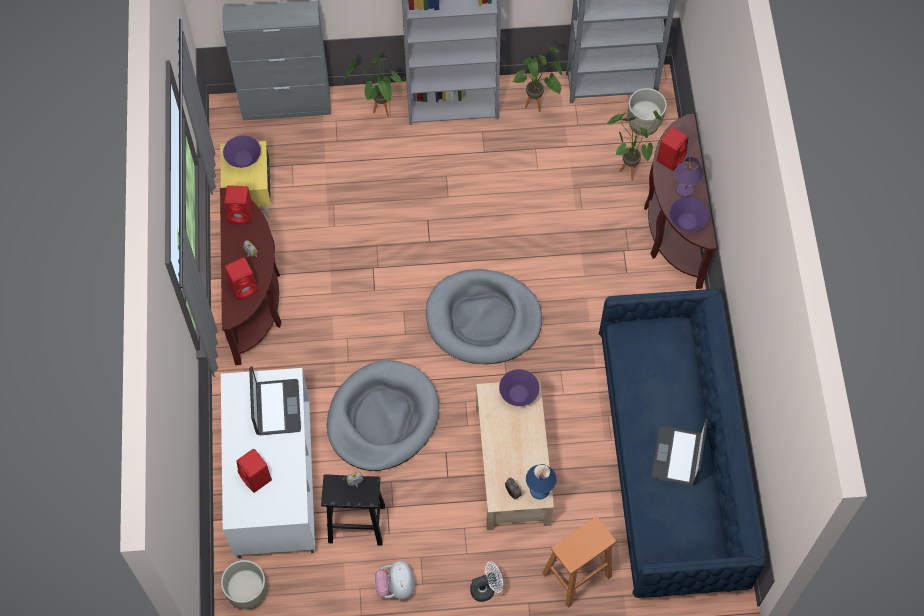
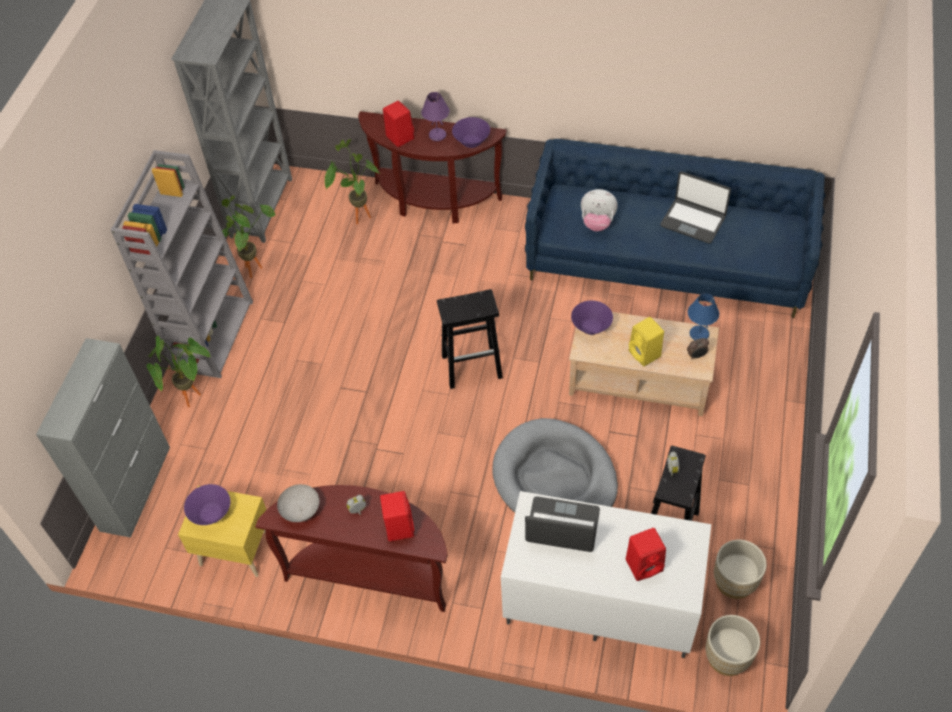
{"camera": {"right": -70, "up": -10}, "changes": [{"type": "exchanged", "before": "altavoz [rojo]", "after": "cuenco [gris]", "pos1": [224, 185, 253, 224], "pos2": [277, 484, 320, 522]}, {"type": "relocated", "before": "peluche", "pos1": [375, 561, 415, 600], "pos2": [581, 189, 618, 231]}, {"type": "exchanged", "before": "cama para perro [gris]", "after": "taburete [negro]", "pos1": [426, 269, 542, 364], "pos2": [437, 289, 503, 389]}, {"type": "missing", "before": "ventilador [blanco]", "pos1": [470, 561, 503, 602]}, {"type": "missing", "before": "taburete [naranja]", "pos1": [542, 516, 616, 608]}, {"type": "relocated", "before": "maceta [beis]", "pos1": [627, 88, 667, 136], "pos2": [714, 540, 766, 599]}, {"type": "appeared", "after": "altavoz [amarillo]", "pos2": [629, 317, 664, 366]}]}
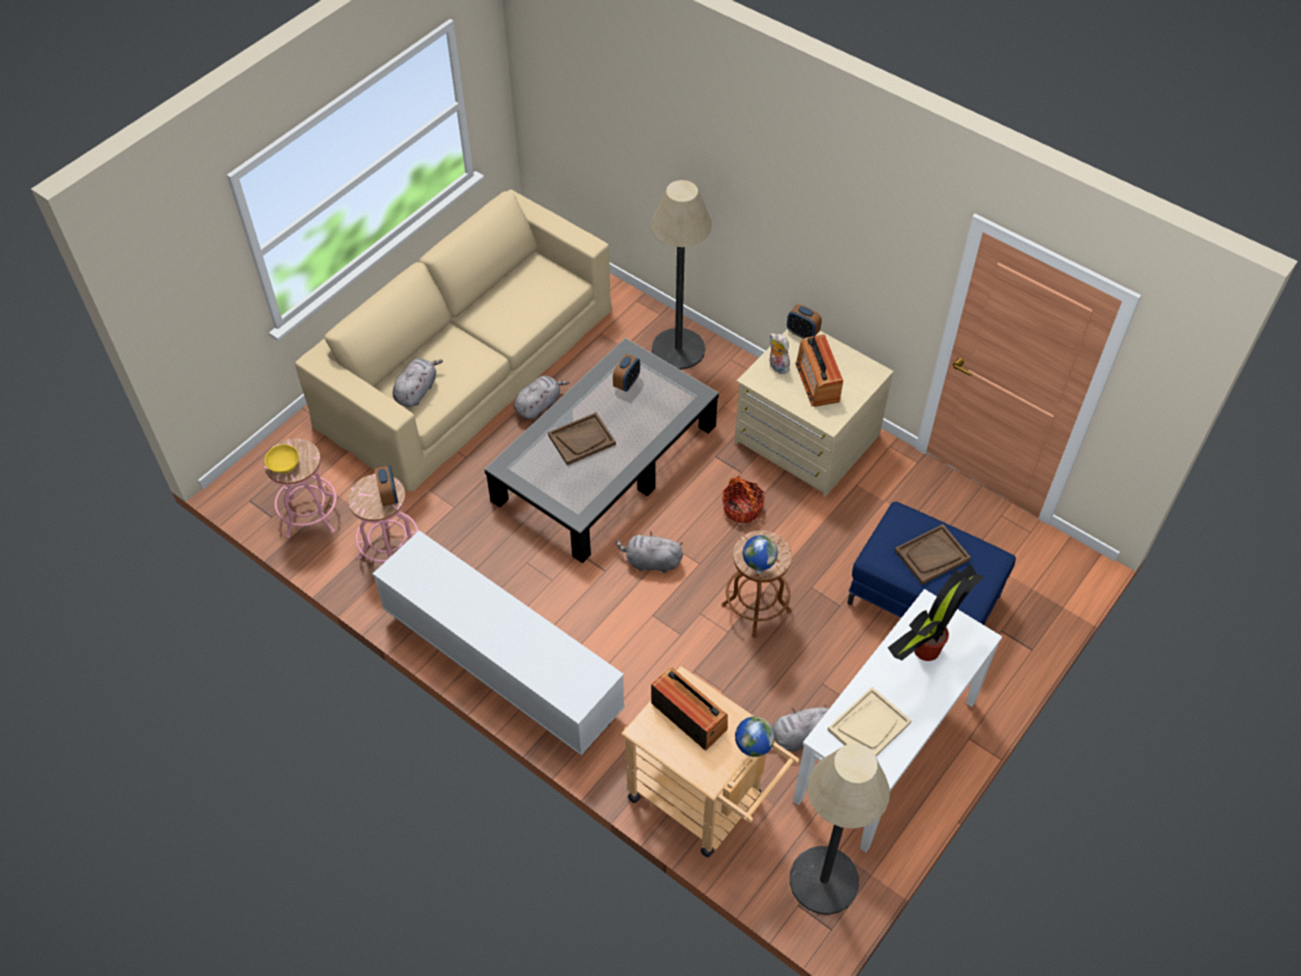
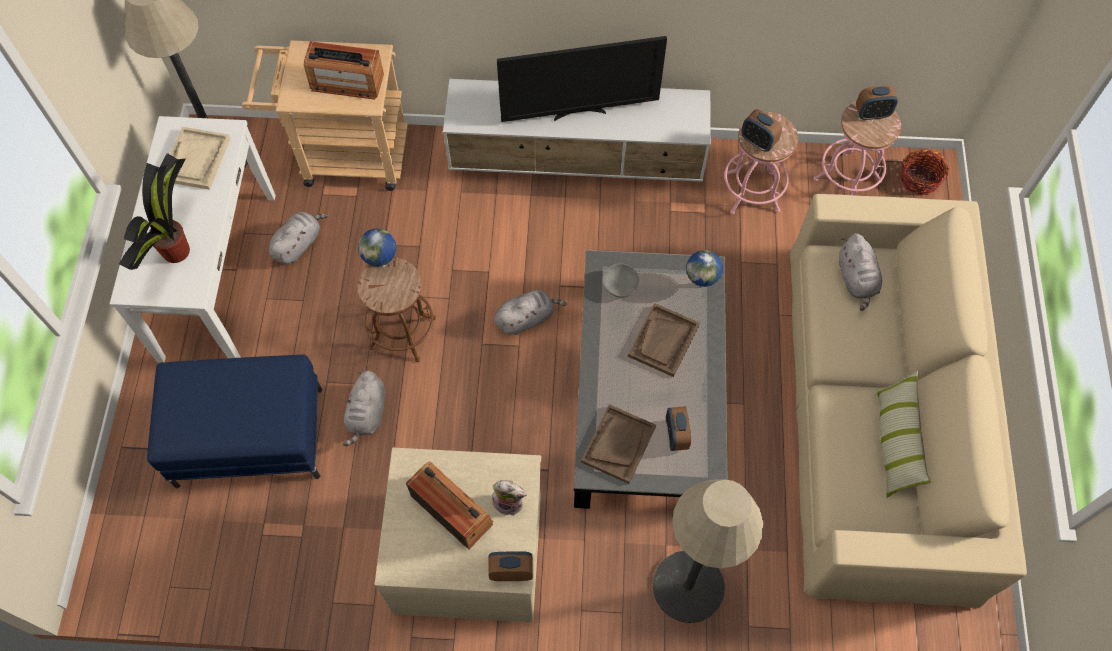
{"camera": {"right": 145, "up": 10}, "changes": [{"type": "exchanged", "before": "cuenco [amarillo]", "after": "despertador", "pos1": [264, 444, 299, 473], "pos2": [856, 86, 898, 120]}, {"type": "relocated", "before": "peluche [gris]", "pos1": [514, 375, 569, 419], "pos2": [343, 371, 385, 446]}, {"type": "relocated", "before": "cesta", "pos1": [722, 476, 765, 523], "pos2": [900, 150, 949, 195]}, {"type": "relocated", "before": "globo terráqueo", "pos1": [735, 717, 775, 757], "pos2": [686, 250, 723, 288]}, {"type": "relocated", "before": "bandeja [marrón]", "pos1": [895, 524, 971, 585], "pos2": [581, 404, 656, 484]}, {"type": "appeared", "after": "televisor", "pos2": [497, 36, 667, 122]}, {"type": "appeared", "after": "cuenco [gris]", "pos2": [602, 263, 639, 298]}, {"type": "appeared", "after": "cojín", "pos2": [876, 371, 931, 498]}]}
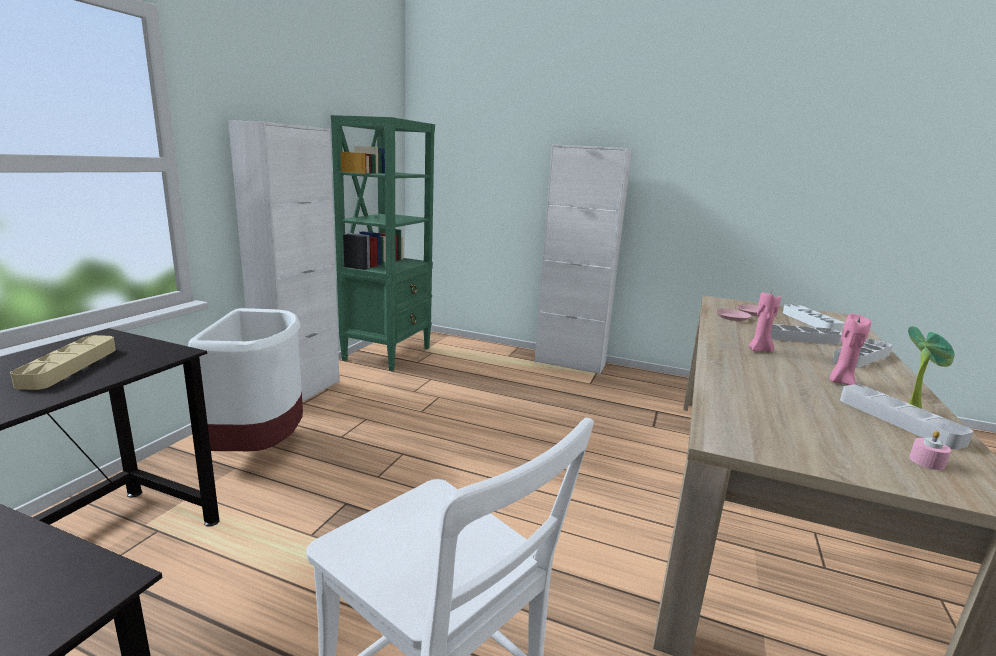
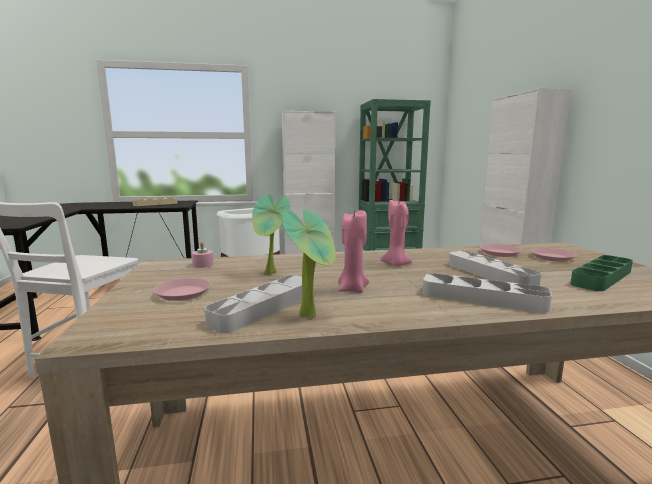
{"camera": {"right": 60, "up": -5}, "changes": [{"type": "colour", "before": "bandeja [blanco]", "after": "bandeja [verde]", "pos1": [783, 304, 844, 332], "pos2": [571, 255, 633, 291]}, {"type": "relocated", "before": "vela [rosa]", "pos1": [909, 431, 951, 470], "pos2": [192, 242, 214, 268]}, {"type": "appeared", "after": "plato [rosa]", "pos2": [153, 278, 211, 301]}, {"type": "appeared", "after": "planta en maceta", "pos2": [252, 195, 290, 275]}]}
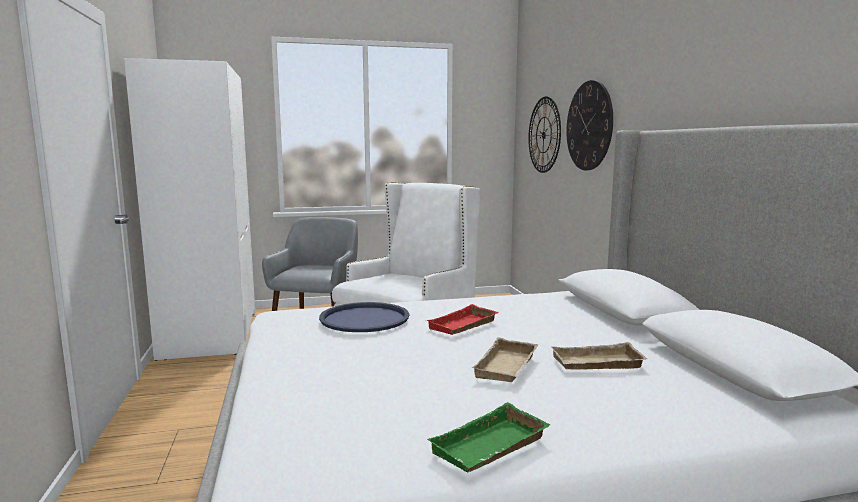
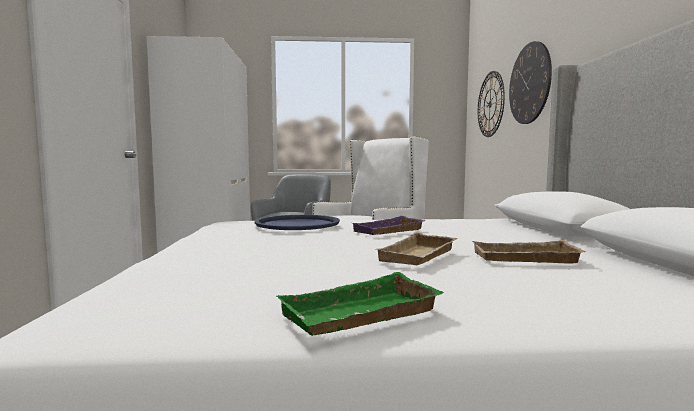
{"camera": {"right": 10, "up": -5}, "changes": [{"type": "colour", "before": "bandeja [rojo]", "after": "bandeja [morado]", "pos1": [426, 304, 499, 335], "pos2": [353, 216, 426, 235]}]}
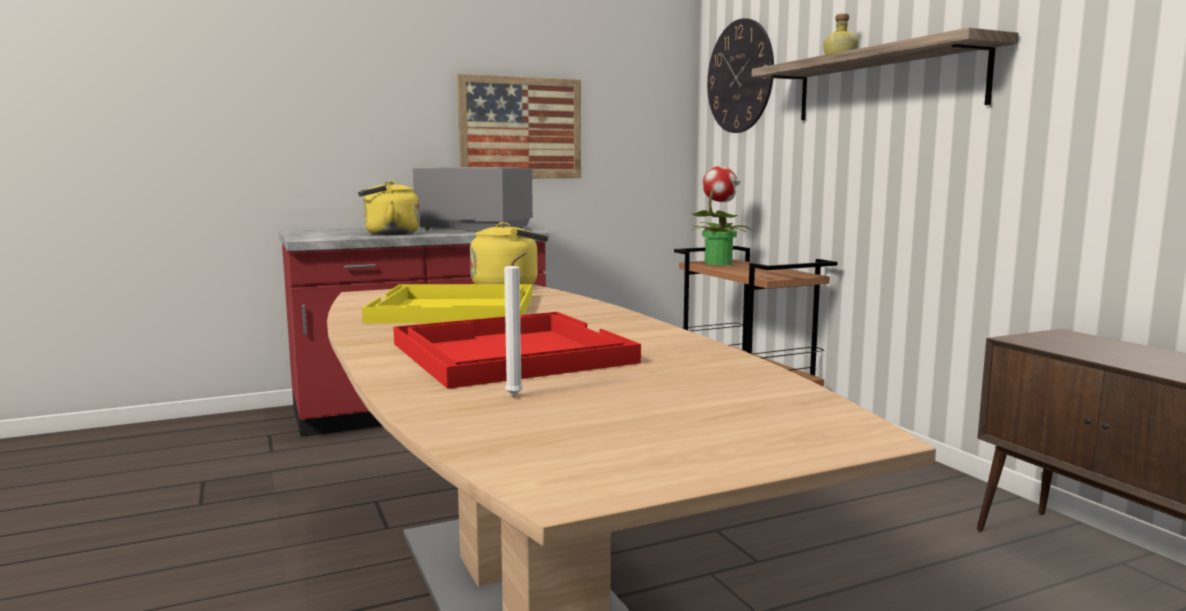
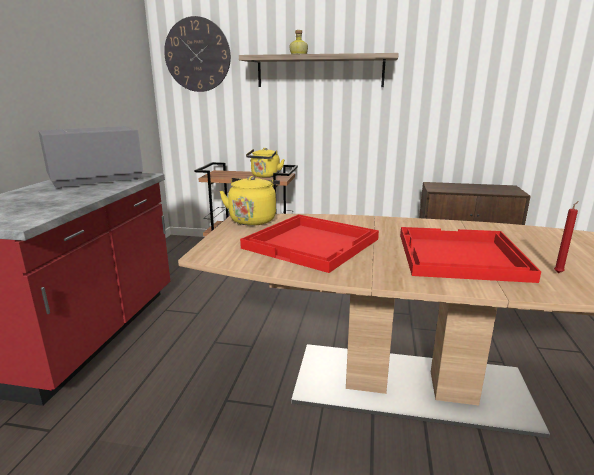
{"camera": {"right": -55, "up": 10}, "changes": [{"type": "relocated", "before": "hervidor [amarillo]", "pos1": [358, 180, 420, 235], "pos2": [246, 148, 285, 178]}, {"type": "colour", "before": "bandeja [amarillo]", "after": "bandeja [rojo]", "pos1": [362, 284, 532, 323], "pos2": [240, 214, 379, 273]}, {"type": "missing", "before": "cuadro", "pos1": [457, 74, 581, 178]}, {"type": "colour", "before": "vela [blanco]", "after": "vela [rojo]", "pos1": [504, 253, 526, 396], "pos2": [554, 201, 579, 273]}, {"type": "missing", "before": "planta en maceta", "pos1": [690, 166, 752, 265]}]}
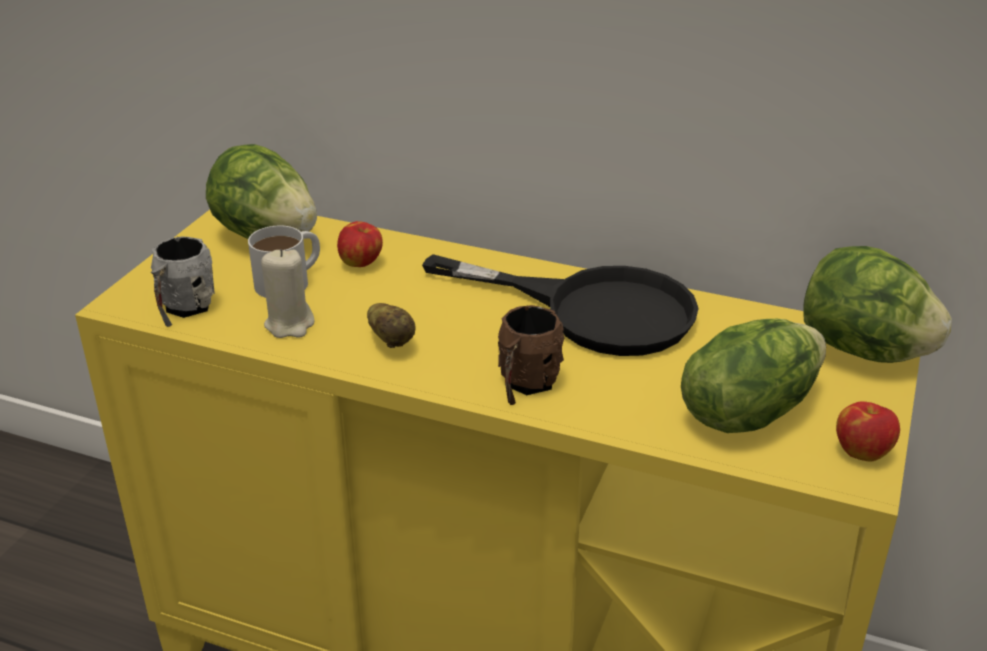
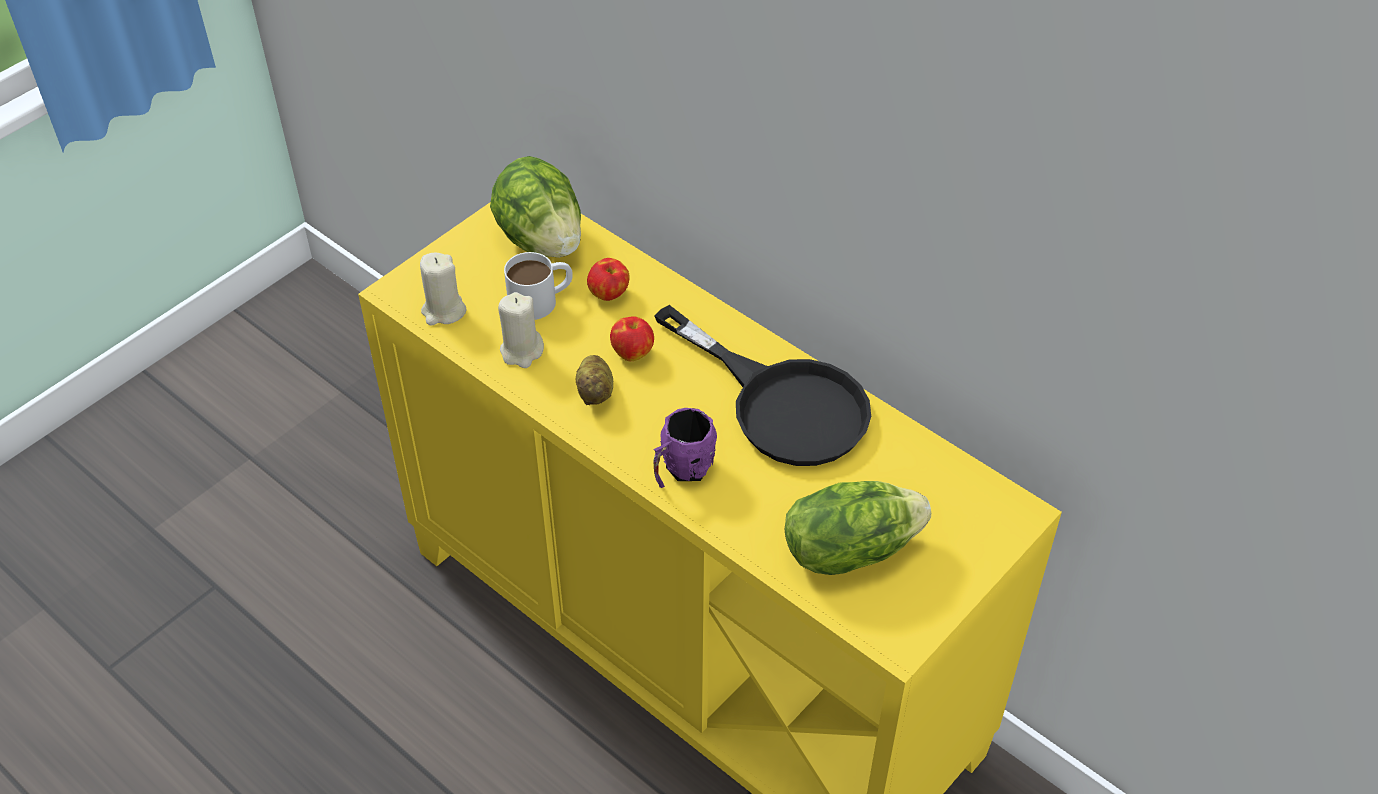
{"camera": {"right": 20, "up": 15}, "changes": [{"type": "exchanged", "before": "taza grande [gris]", "after": "vela [beis]", "pos1": [151, 236, 215, 327], "pos2": [420, 253, 466, 325]}, {"type": "colour", "before": "taza grande [marrón]", "after": "taza grande [morado]", "pos1": [498, 305, 564, 405], "pos2": [653, 408, 717, 488]}, {"type": "missing", "before": "lechuga", "pos1": [803, 246, 952, 363]}, {"type": "relocated", "before": "manzana", "pos1": [836, 401, 900, 462], "pos2": [610, 316, 654, 361]}]}
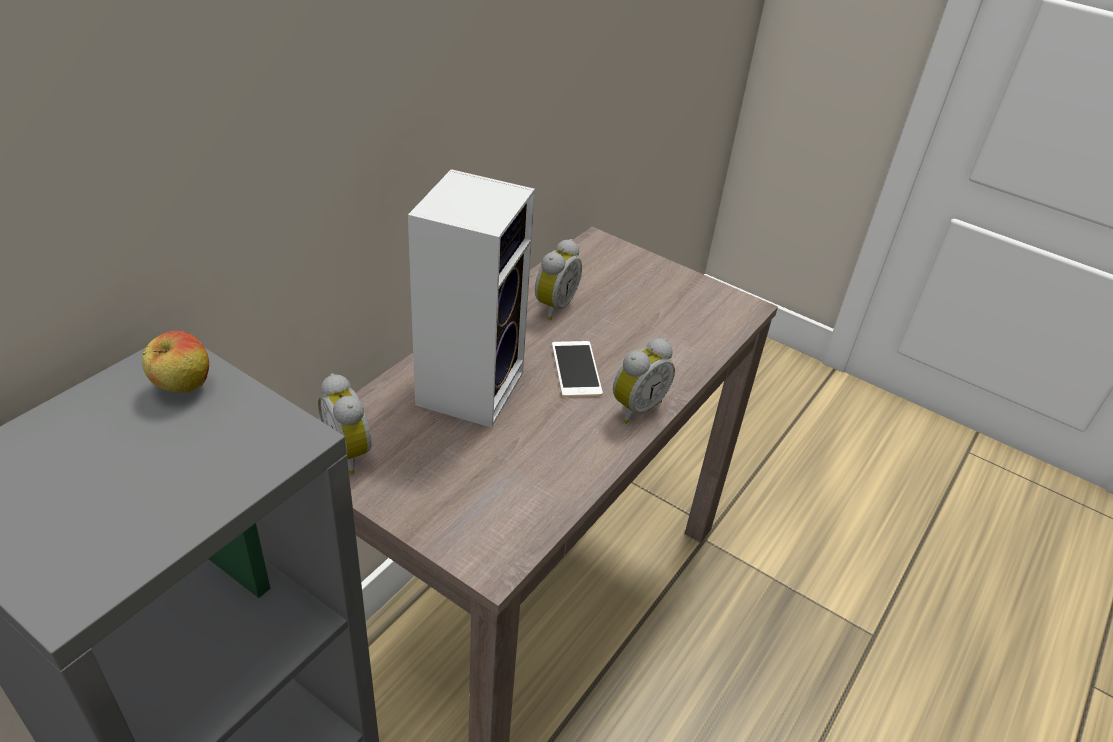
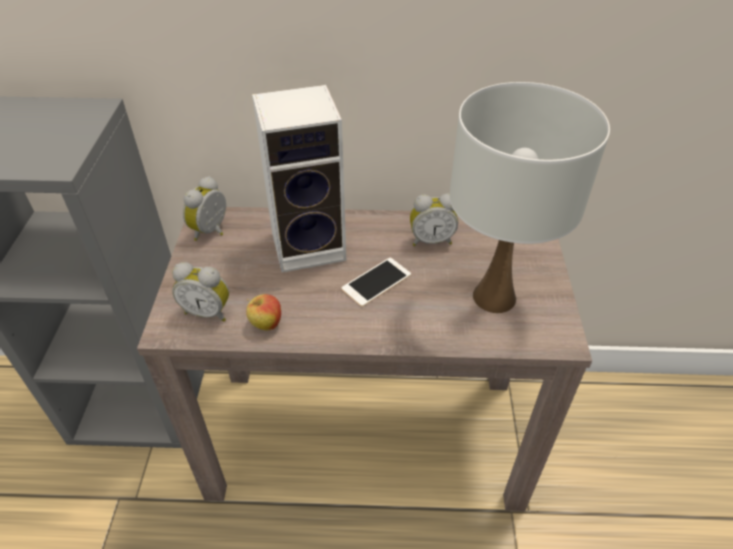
{"camera": {"right": 60, "up": 5}, "changes": [{"type": "relocated", "before": "manzana", "pos1": [142, 331, 209, 393], "pos2": [246, 294, 281, 331]}, {"type": "relocated", "before": "despertador", "pos1": [613, 338, 675, 424], "pos2": [172, 262, 229, 322]}, {"type": "appeared", "after": "lámpara de mesa [blanco]", "pos2": [449, 82, 610, 313]}]}
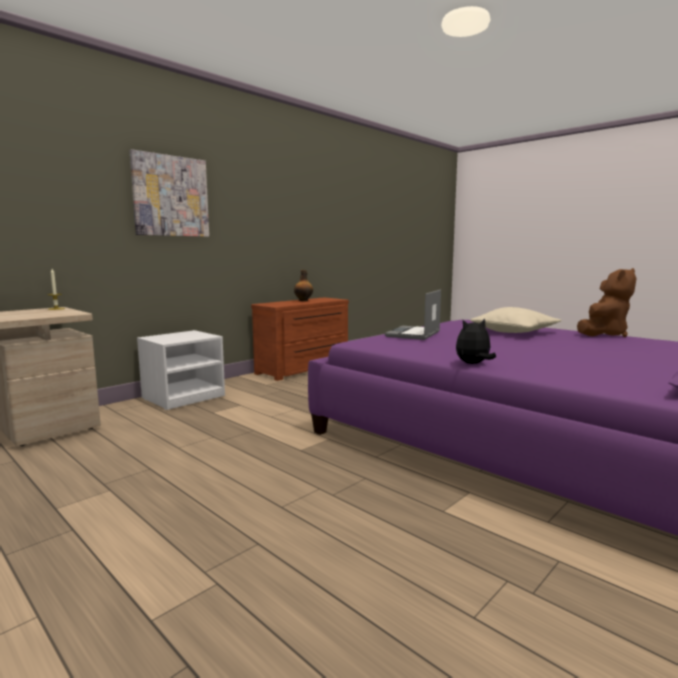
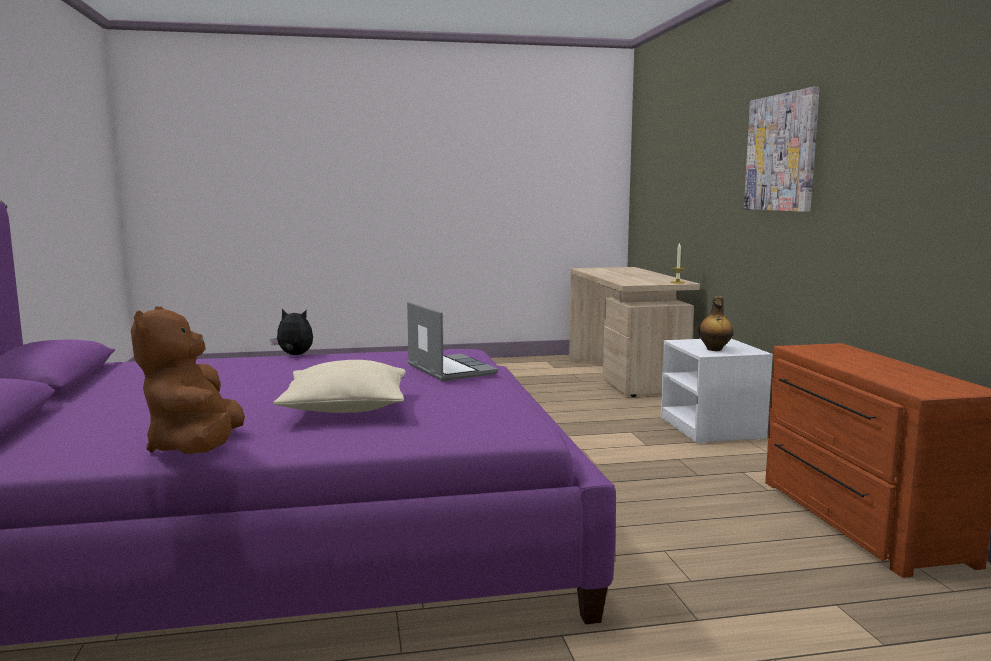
{"camera": {"right": 125, "up": 0}, "changes": [{"type": "relocated", "before": "botella", "pos1": [294, 270, 313, 301], "pos2": [699, 296, 733, 351]}, {"type": "spun", "before": "peluche", "pos1": [456, 319, 496, 364], "pos2": [270, 309, 313, 355], "turn": -90}]}
